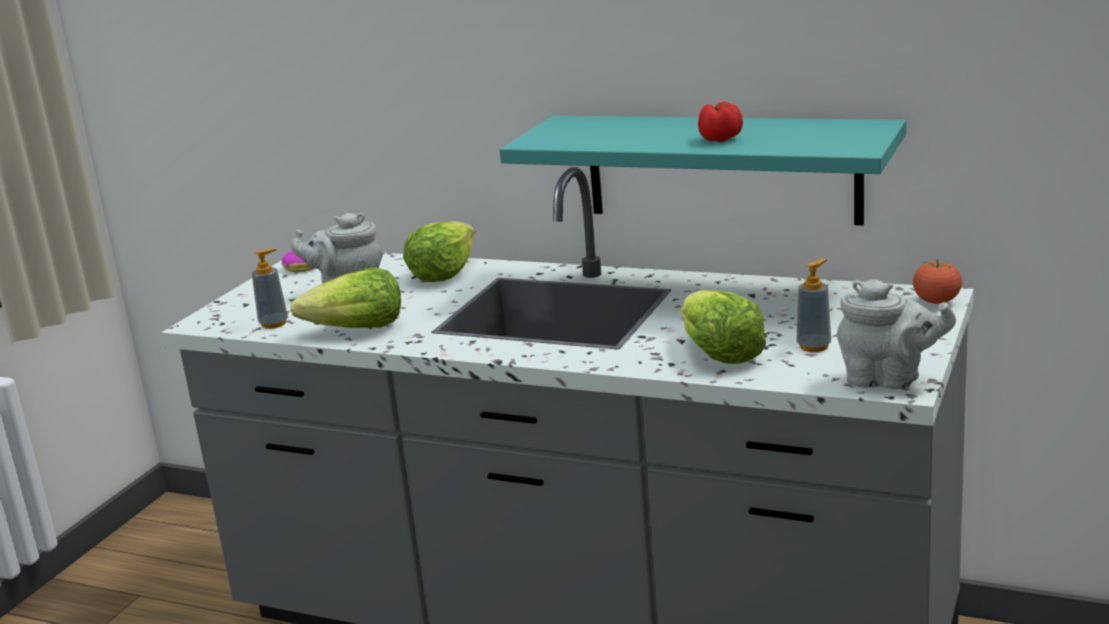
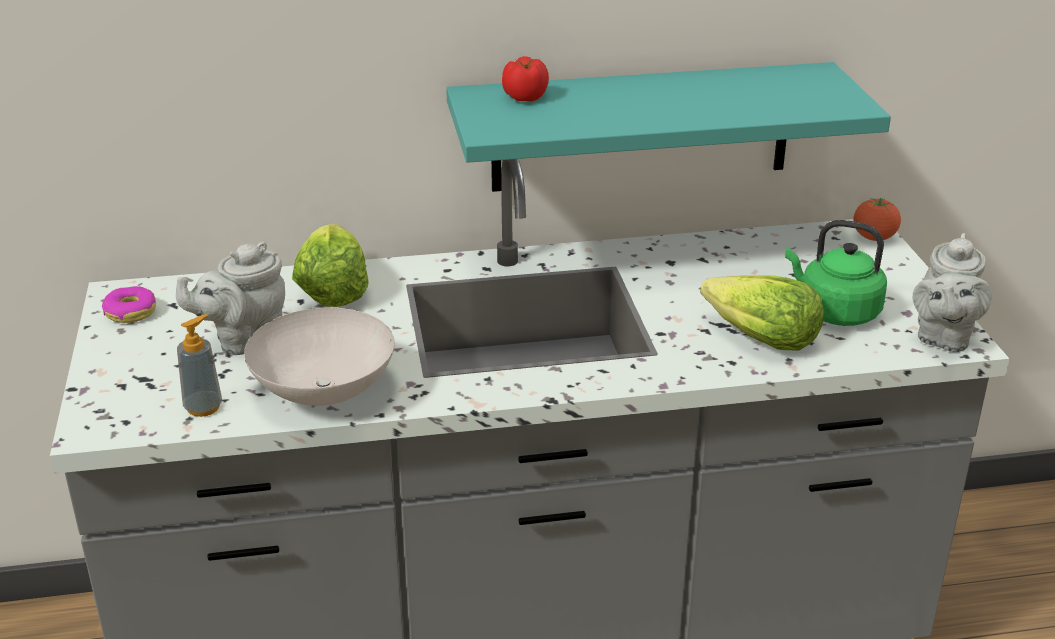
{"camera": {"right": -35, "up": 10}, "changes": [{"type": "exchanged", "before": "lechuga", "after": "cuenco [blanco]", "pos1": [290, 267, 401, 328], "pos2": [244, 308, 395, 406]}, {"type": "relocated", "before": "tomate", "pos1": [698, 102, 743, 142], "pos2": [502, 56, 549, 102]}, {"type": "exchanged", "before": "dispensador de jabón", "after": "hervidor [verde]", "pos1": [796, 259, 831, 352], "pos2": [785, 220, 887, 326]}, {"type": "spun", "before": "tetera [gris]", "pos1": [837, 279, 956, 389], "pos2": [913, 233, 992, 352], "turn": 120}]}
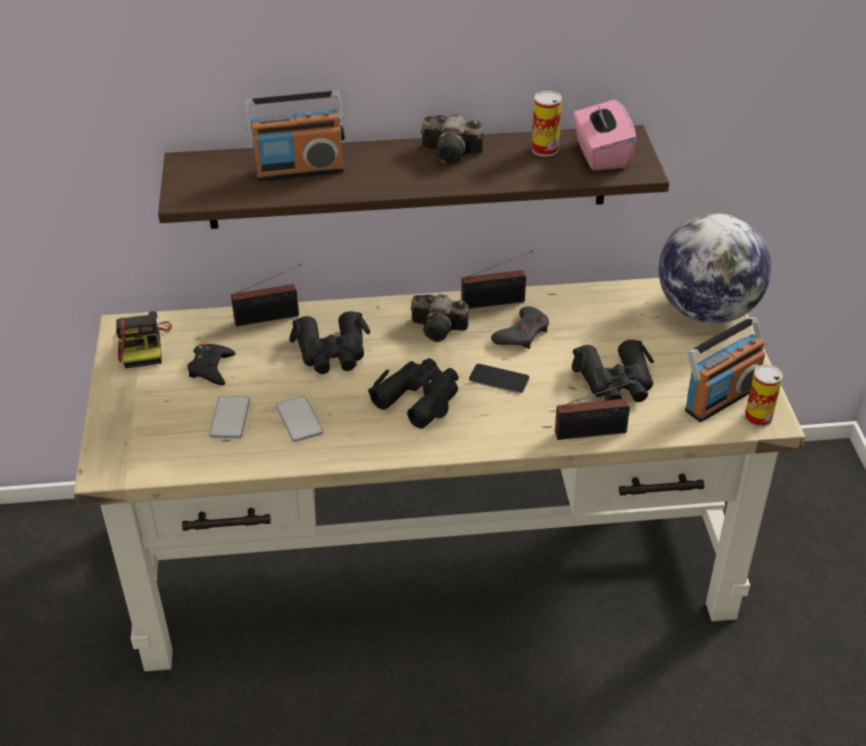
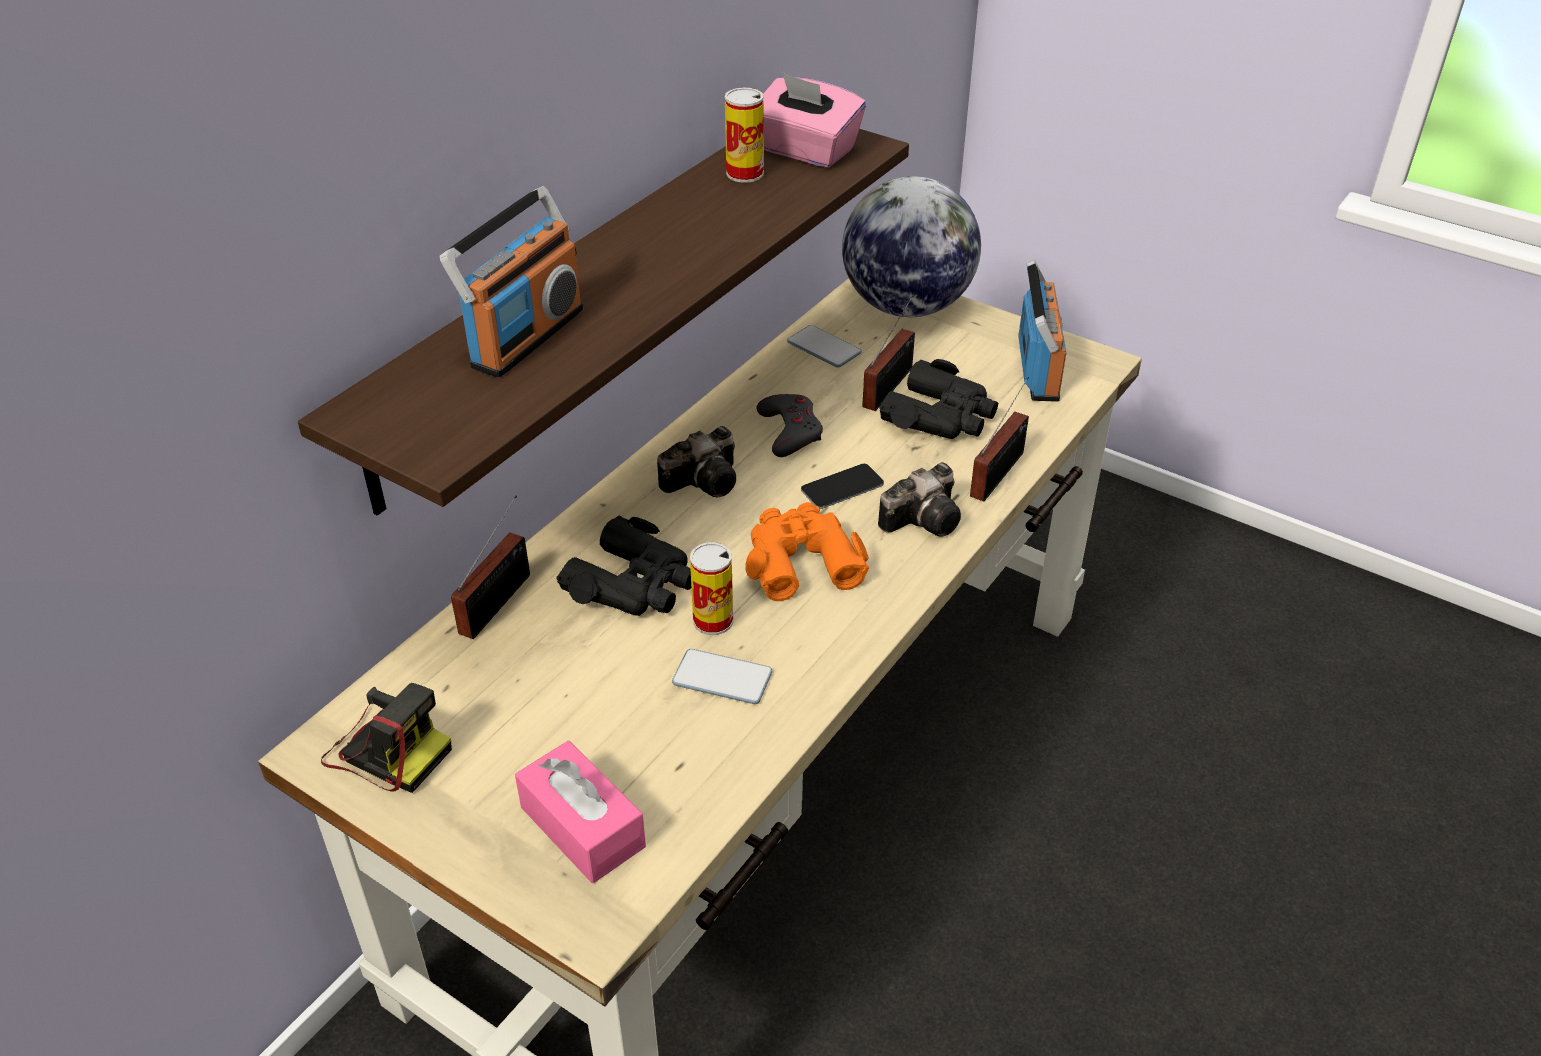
{"camera": {"right": -50, "up": 0}, "changes": [{"type": "missing", "before": "mando de consola [negro]", "pos1": [187, 344, 235, 385]}, {"type": "relocated", "before": "móvil", "pos1": [209, 396, 250, 438], "pos2": [787, 325, 862, 368]}, {"type": "colour", "before": "prismáticos [negro]", "after": "prismáticos [naranja]", "pos1": [368, 358, 459, 429], "pos2": [745, 502, 869, 601]}, {"type": "relocated", "before": "cámara", "pos1": [421, 113, 483, 165], "pos2": [878, 462, 961, 537]}, {"type": "relocated", "before": "radio", "pos1": [461, 250, 533, 309], "pos2": [862, 295, 915, 411]}, {"type": "relocated", "before": "lata", "pos1": [745, 365, 783, 427], "pos2": [690, 542, 733, 635]}, {"type": "appeared", "after": "caja de pañuelos [rosa]", "pos2": [515, 741, 646, 883]}]}
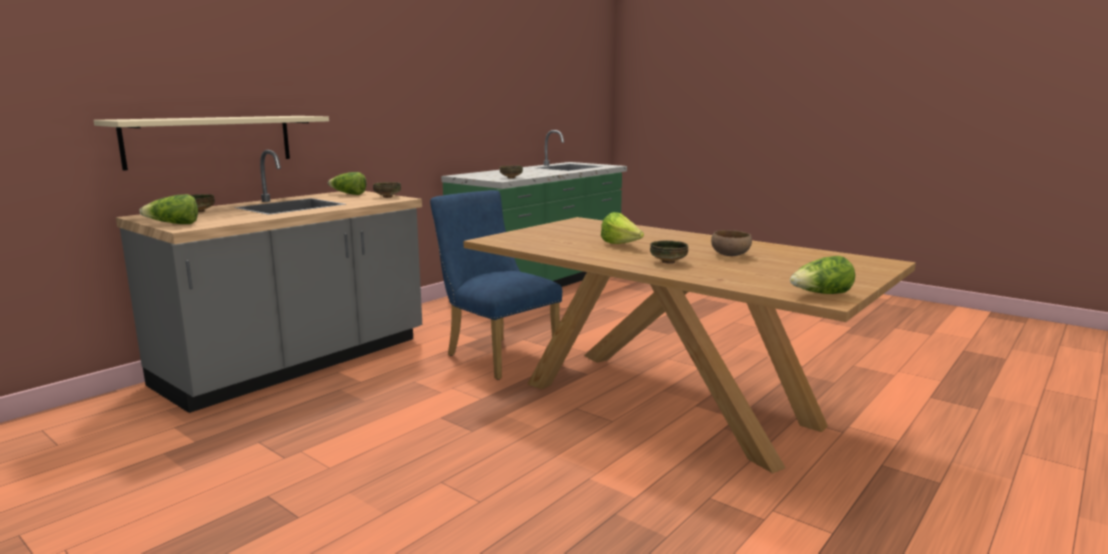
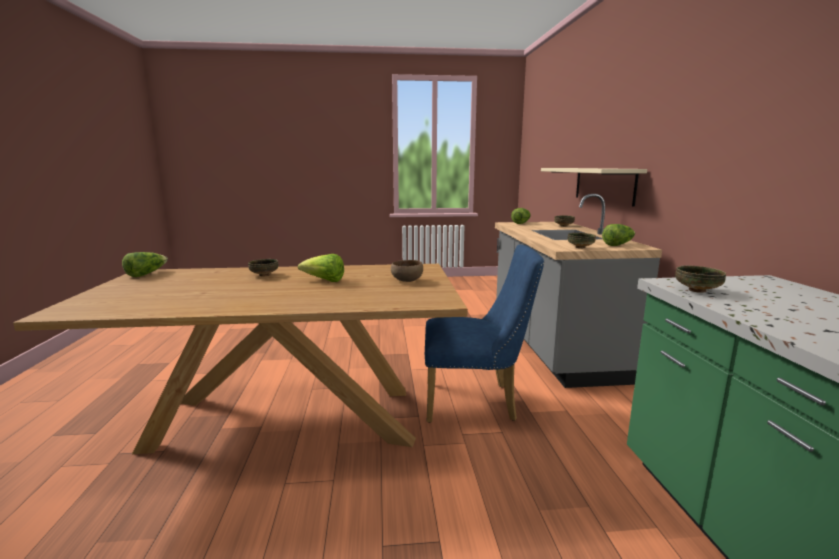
{"camera": {"right": 135, "up": 0}, "changes": [{"type": "relocated", "before": "cuenco [marrón]", "pos1": [711, 230, 752, 256], "pos2": [391, 260, 423, 282]}]}
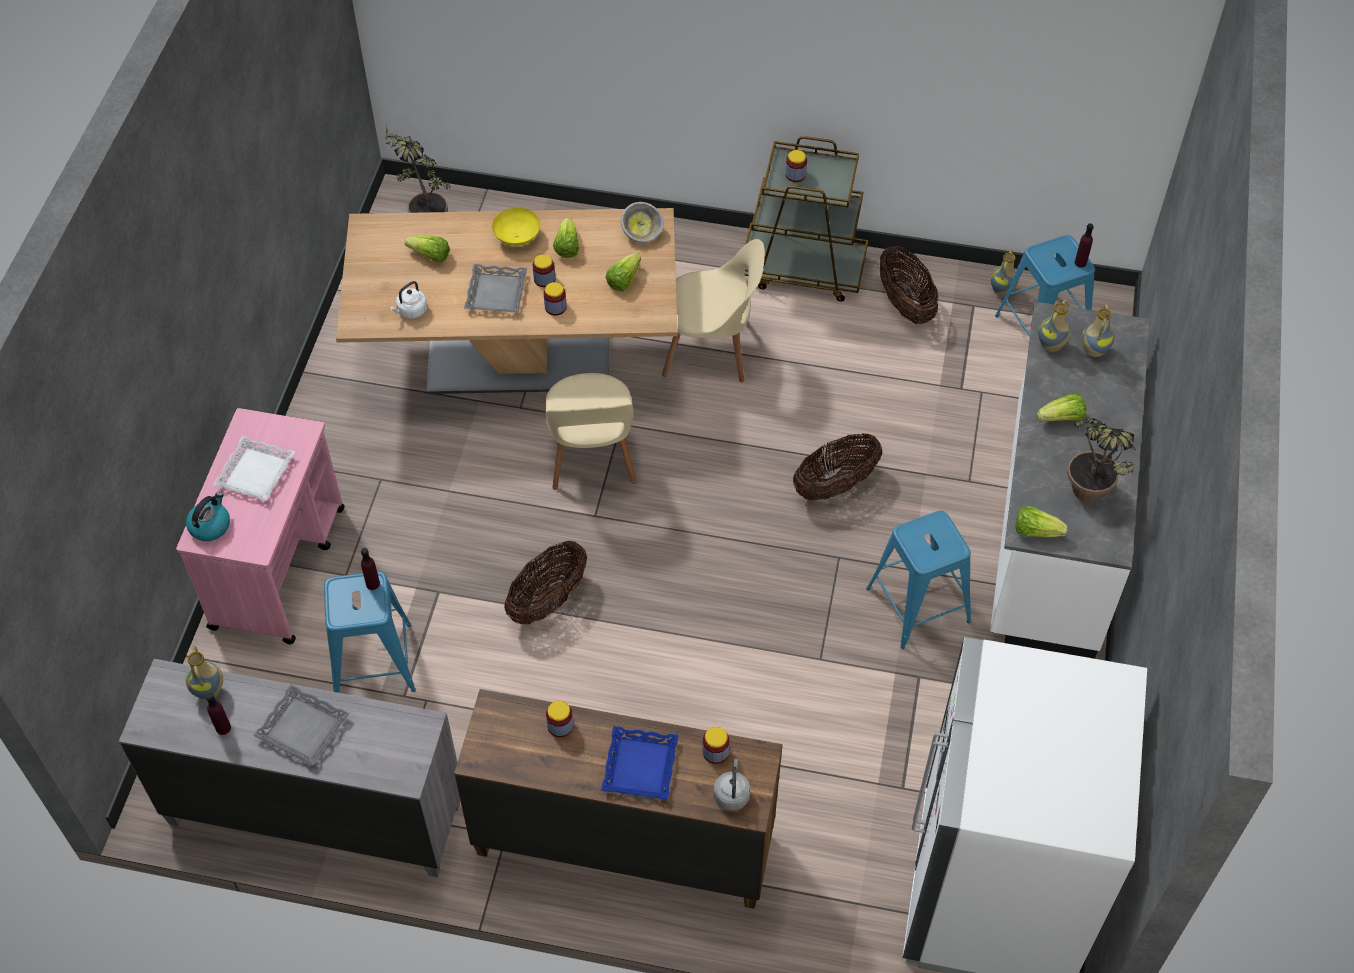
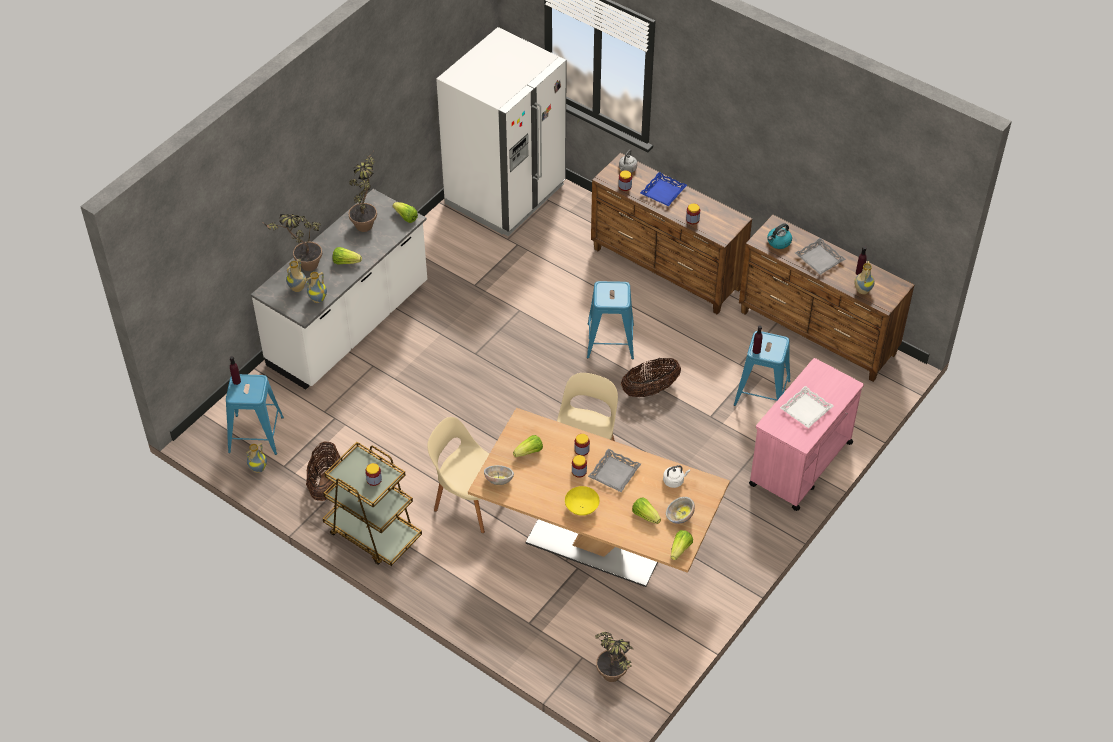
{"camera": {"right": -155, "up": -5}, "changes": [{"type": "colour", "before": "cómoda [gris]", "after": "cómoda [marrón]", "pos1": [119, 659, 460, 877], "pos2": [739, 215, 914, 382]}, {"type": "relocated", "before": "hervidor", "pos1": [186, 492, 230, 541], "pos2": [767, 223, 792, 249]}, {"type": "relocated", "before": "lechuga", "pos1": [553, 218, 579, 258], "pos2": [671, 530, 693, 560]}, {"type": "missing", "before": "cesta", "pos1": [793, 433, 882, 500]}, {"type": "relocated", "before": "taburete [azul]", "pos1": [866, 511, 971, 649], "pos2": [587, 281, 634, 359]}, {"type": "appeared", "after": "planta en maceta", "pos2": [261, 214, 322, 271]}, {"type": "appeared", "after": "cuenco", "pos2": [666, 497, 695, 524]}]}
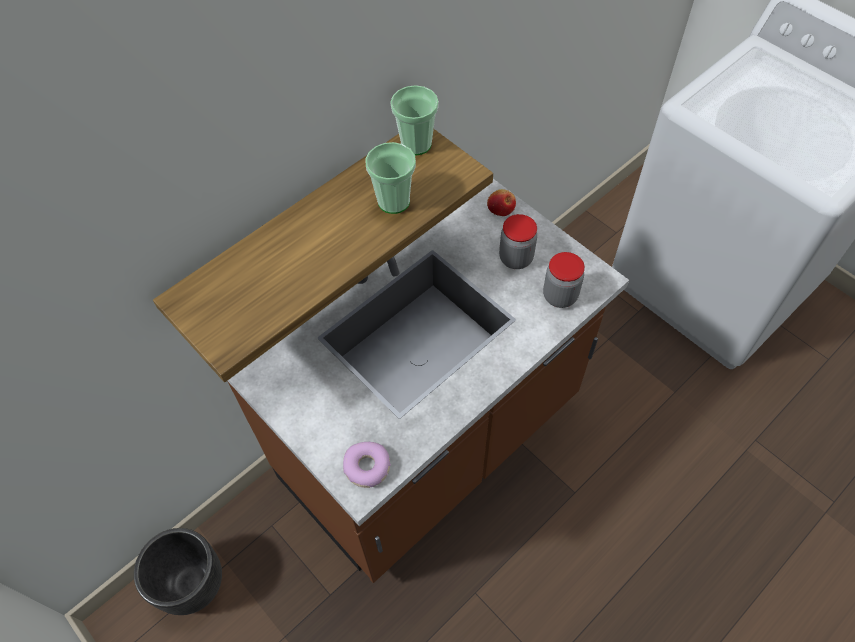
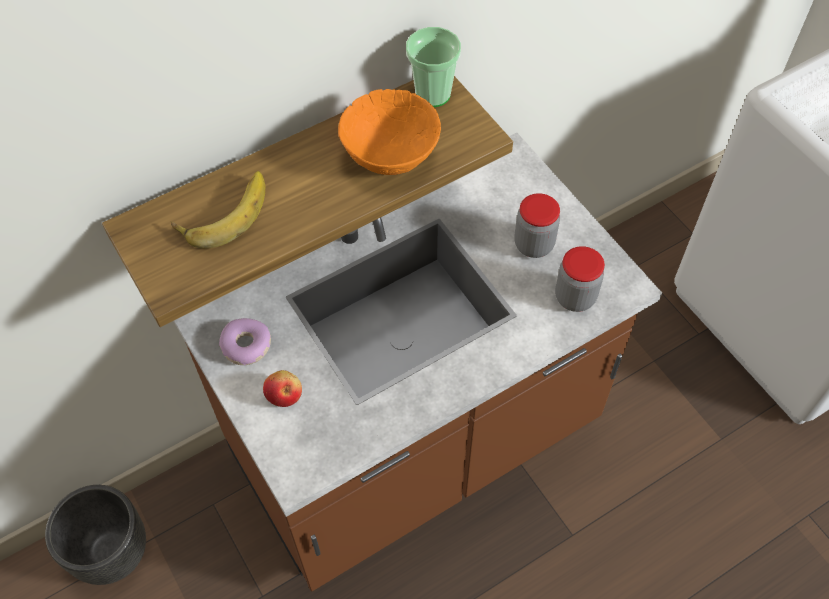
{"camera": {"right": 10, "up": 0}, "changes": [{"type": "relocated", "before": "rosquilla", "pos1": [343, 442, 391, 488], "pos2": [219, 318, 271, 365]}, {"type": "exchanged", "before": "taza", "after": "cuenco [naranja]", "pos1": [365, 142, 416, 214], "pos2": [338, 89, 441, 175]}, {"type": "relocated", "before": "manzana", "pos1": [487, 189, 516, 216], "pos2": [263, 370, 302, 407]}, {"type": "appeared", "after": "plátano", "pos2": [171, 171, 265, 248]}]}
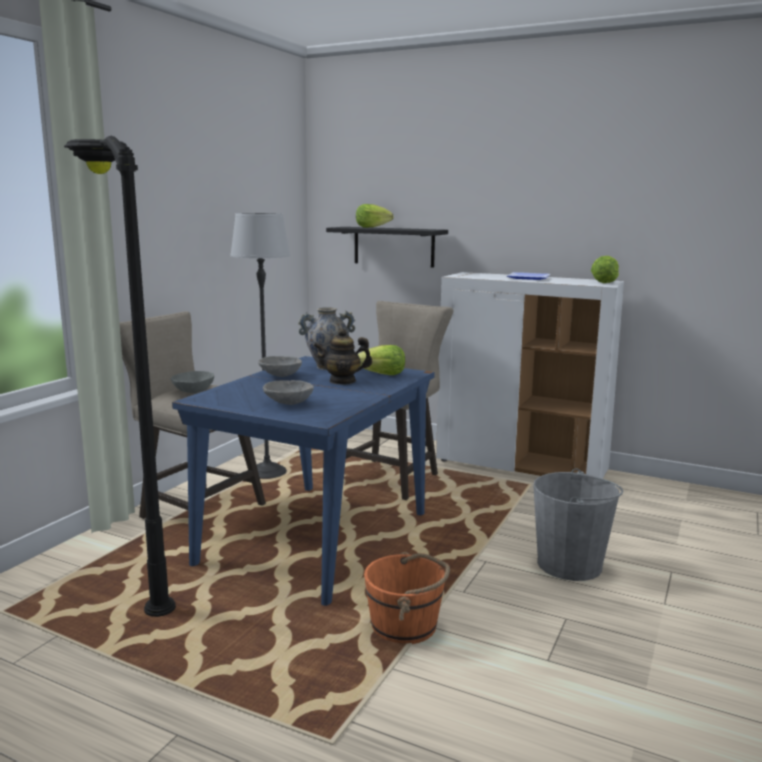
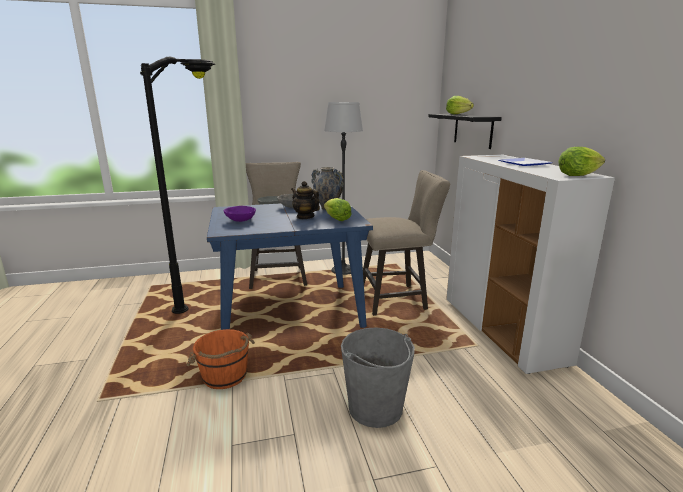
{"camera": {"right": 50, "up": 5}, "changes": [{"type": "colour", "before": "cuenco [gris]", "after": "cuenco [morado]", "pos1": [263, 380, 314, 405], "pos2": [224, 206, 256, 222]}]}
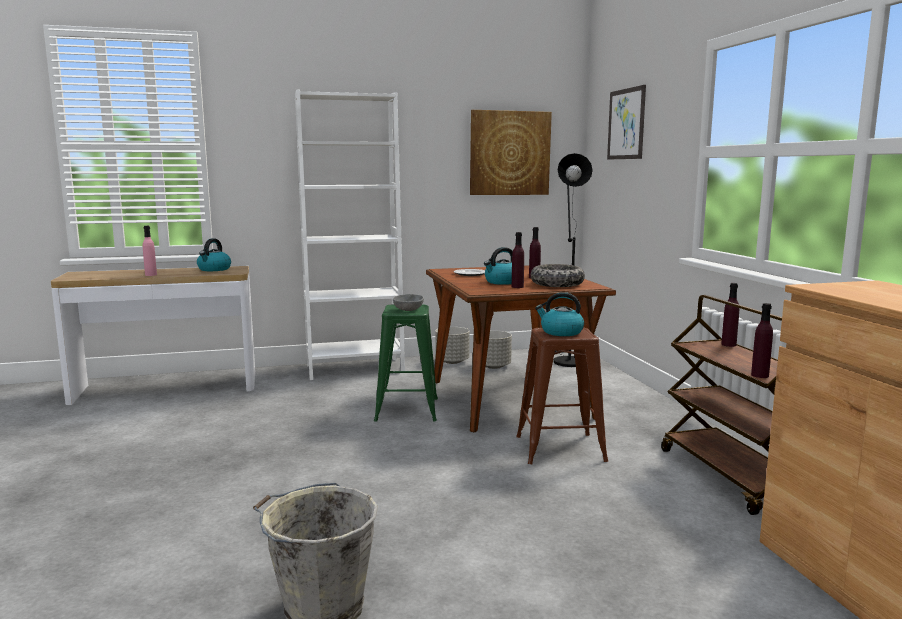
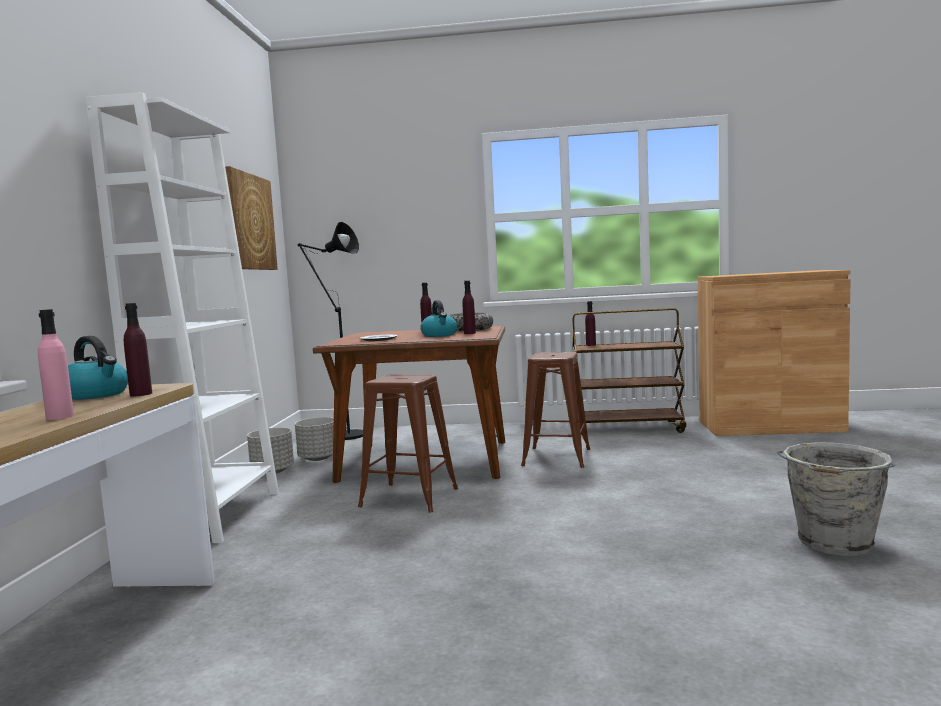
{"camera": {"right": -70, "up": -5}, "changes": [{"type": "colour", "before": "taburete [verde]", "after": "taburete [marrón]", "pos1": [374, 305, 438, 422], "pos2": [358, 374, 458, 513]}, {"type": "missing", "before": "cuenco [gris]", "pos1": [393, 294, 424, 311]}, {"type": "missing", "before": "hervidor", "pos1": [535, 292, 584, 336]}, {"type": "missing", "before": "cuadro", "pos1": [607, 85, 646, 159]}, {"type": "relocated", "before": "botella [morado]", "pos1": [751, 303, 773, 378], "pos2": [124, 303, 152, 396]}]}
